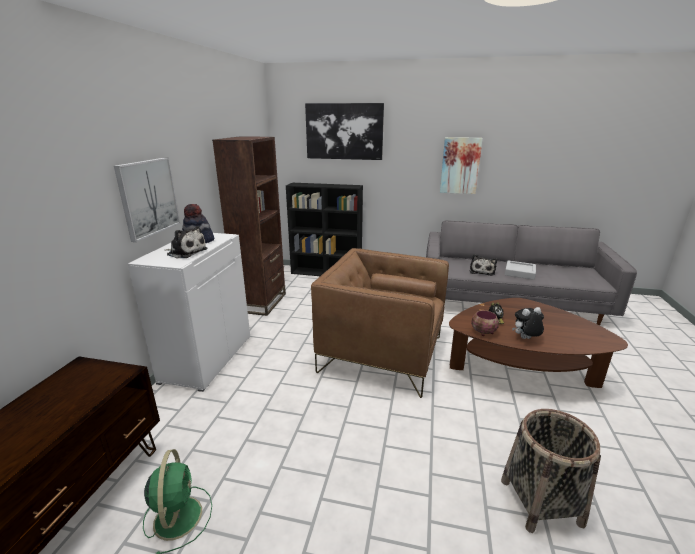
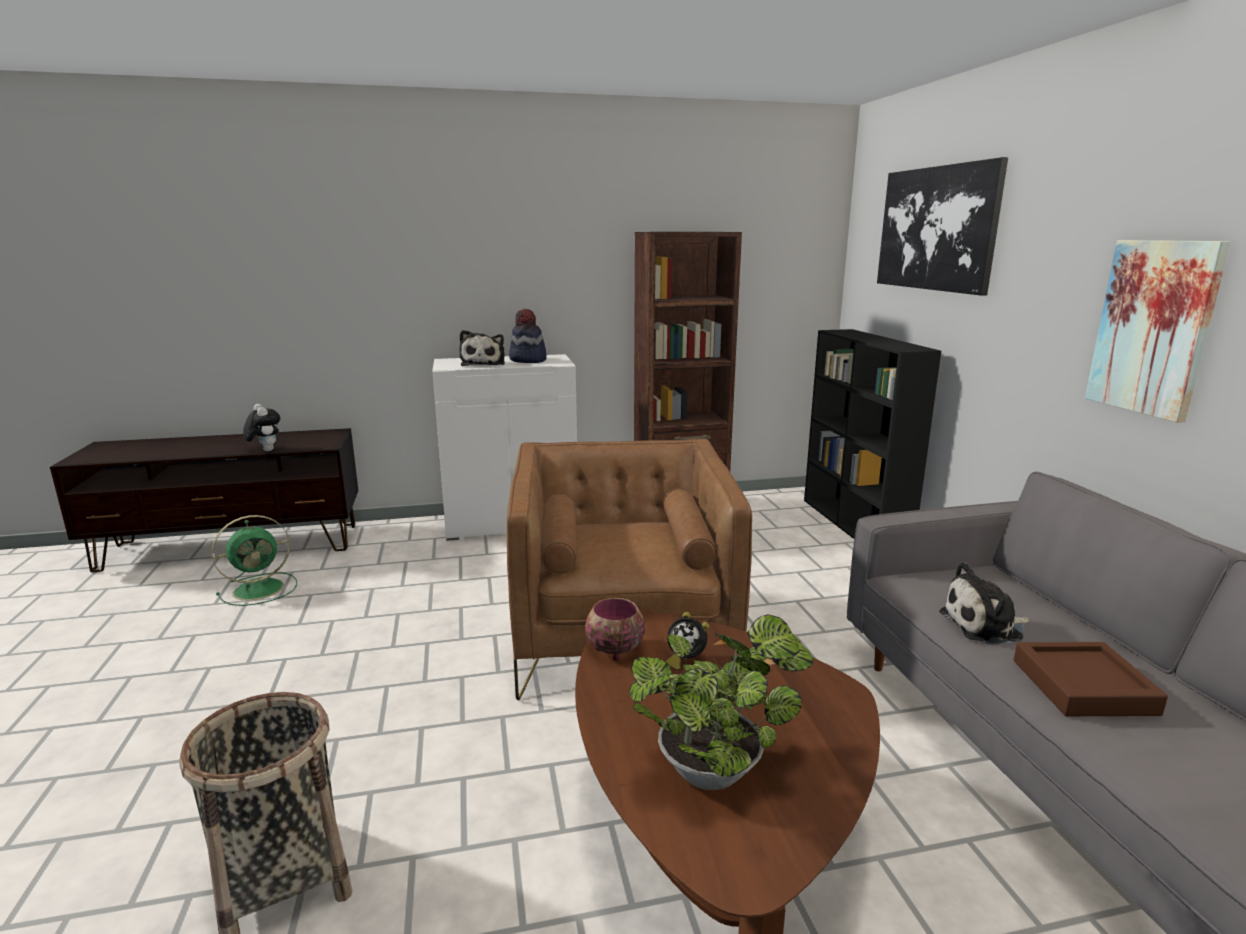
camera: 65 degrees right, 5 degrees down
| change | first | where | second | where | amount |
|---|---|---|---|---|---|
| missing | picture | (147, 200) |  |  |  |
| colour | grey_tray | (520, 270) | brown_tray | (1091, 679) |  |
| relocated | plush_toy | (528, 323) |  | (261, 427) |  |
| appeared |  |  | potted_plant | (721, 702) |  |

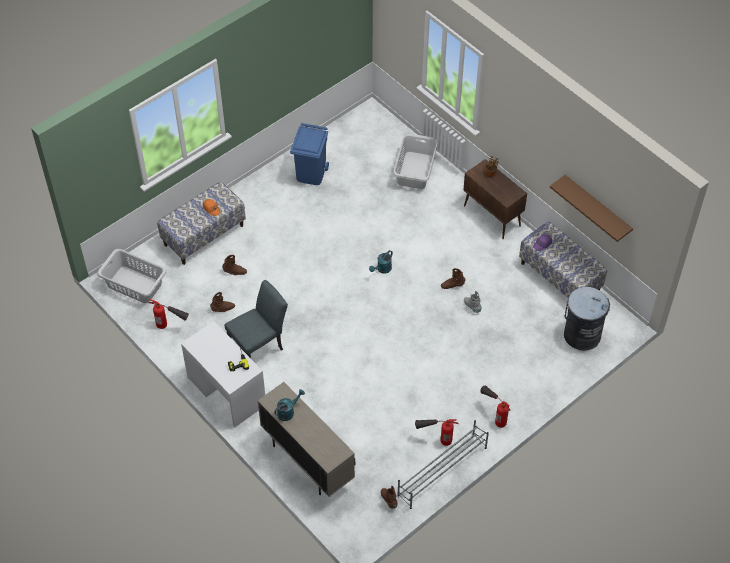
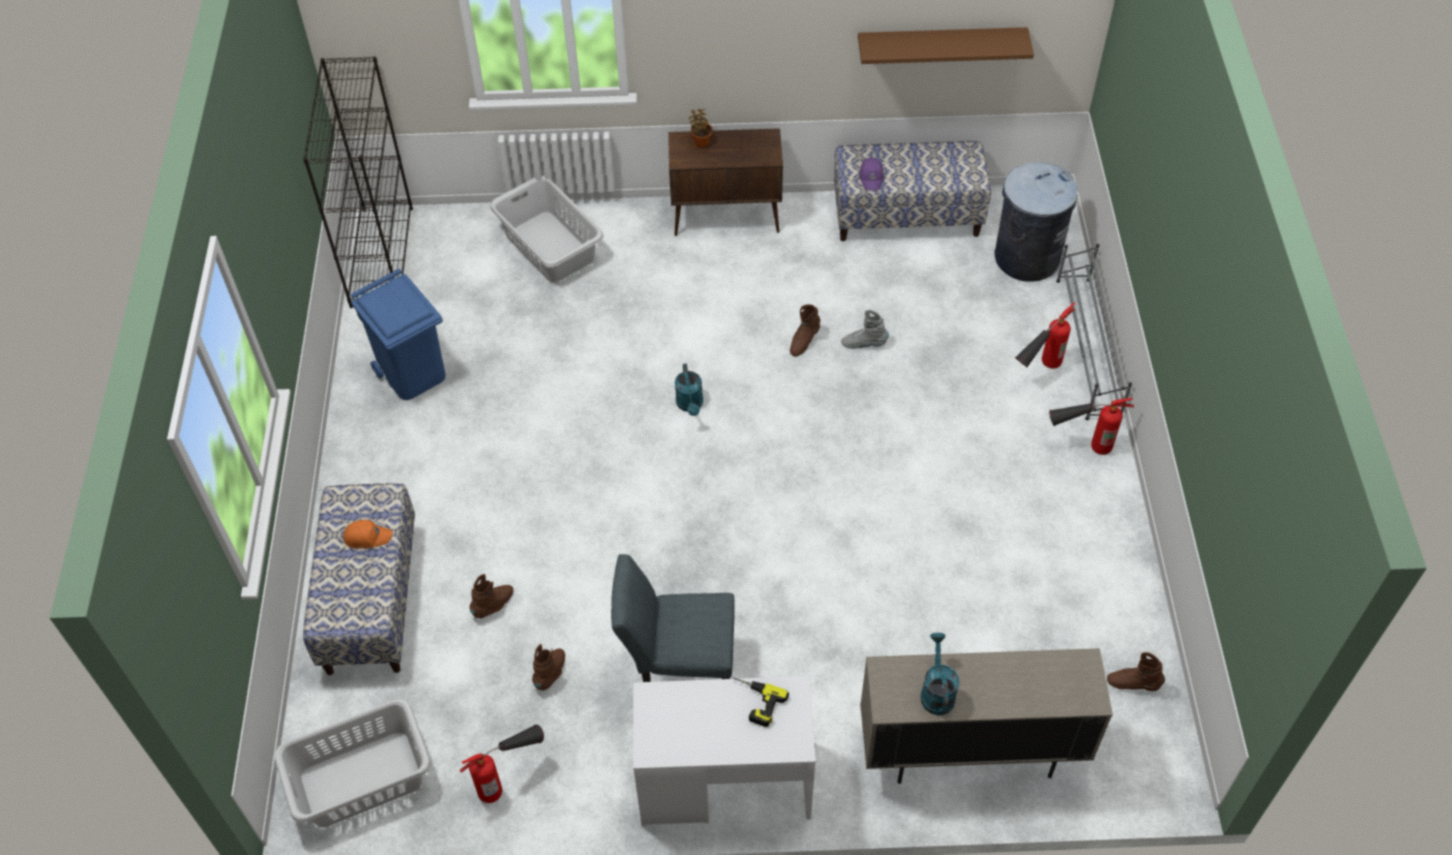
camera: 50 degrees left, 0 degrees up
| change | first | where | second | where | amount |
|---|---|---|---|---|---|
| spun | grey_chair | (256, 319) |  | (673, 618) | 90 degrees counterclockwise |
| relocated | fire_extinguisher | (436, 432) |  | (1045, 335) |  |
| relocated | grey_shoe_rack | (443, 464) |  | (1094, 332) |  |
| appeared |  |  | black_bookcase | (358, 182) |  |

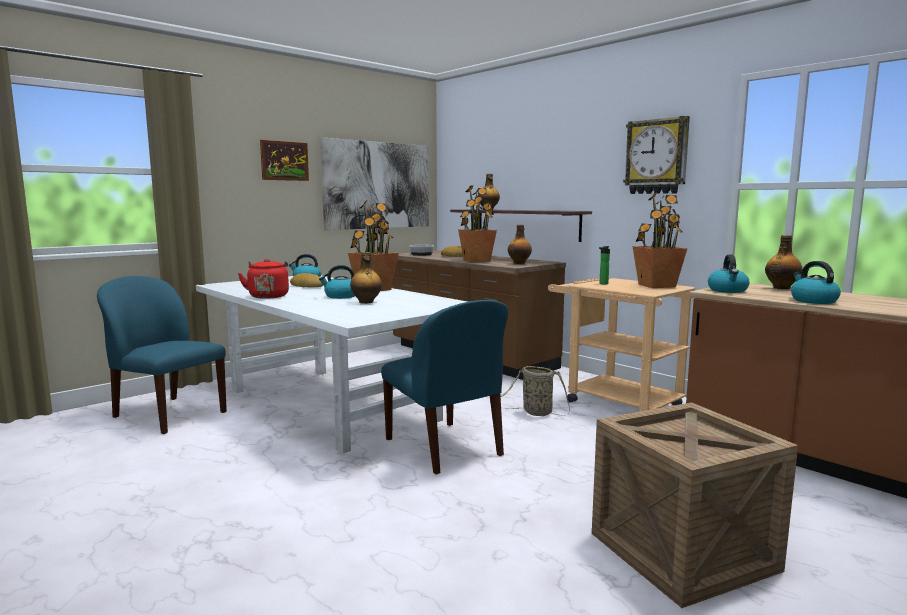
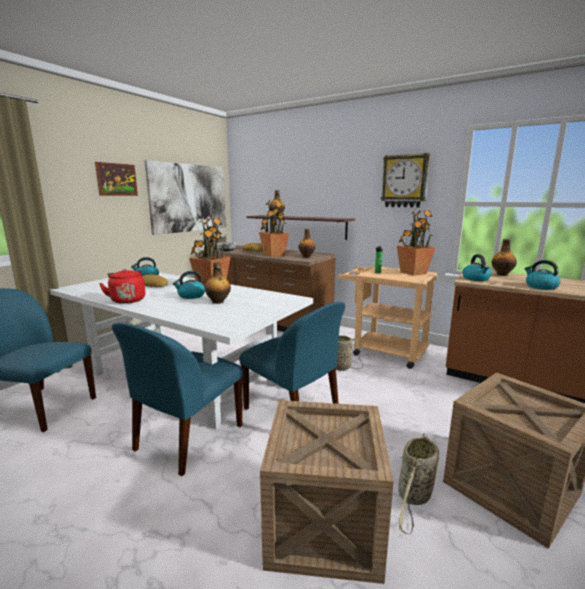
camera: 15 degrees left, 5 degrees up
| change | first | where | second | where | amount |
|---|---|---|---|---|---|
| appeared |  |  | blue_chair | (177, 399) |  |
| appeared |  |  | crate | (327, 492) |  |
| appeared |  |  | basket | (418, 483) |  |

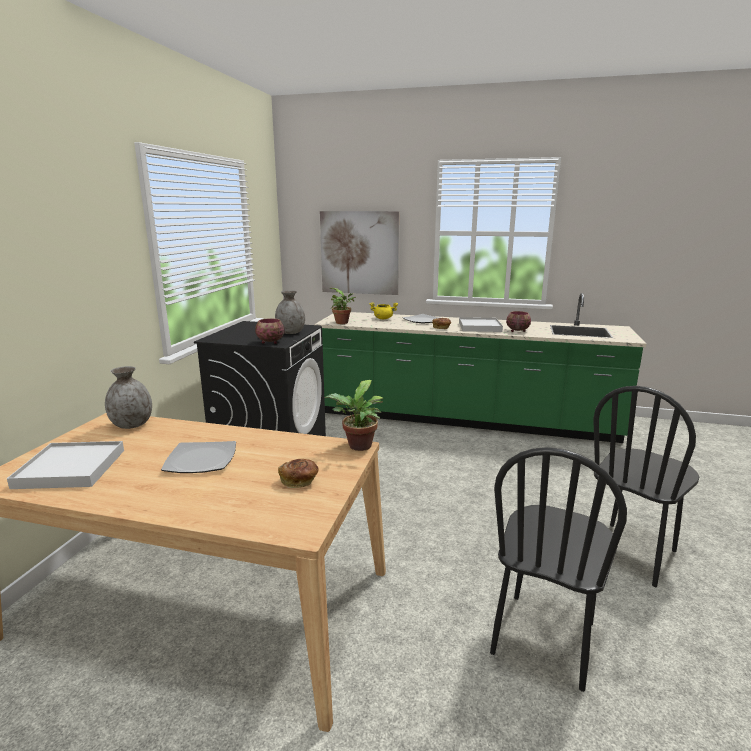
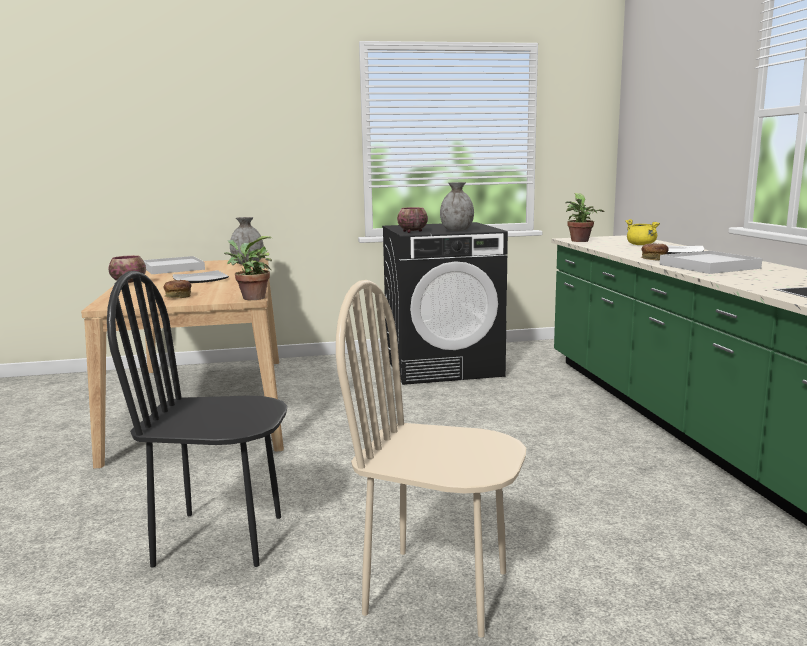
camera: 65 degrees right, 5 degrees down
| change | first | where | second | where | amount |
|---|---|---|---|---|---|
| missing | picture | (359, 253) |  |  |  |
| relocated | bowl | (518, 321) |  | (127, 269) |  |
| colour | black_chair | (646, 486) | beige_chair | (431, 459) |  |

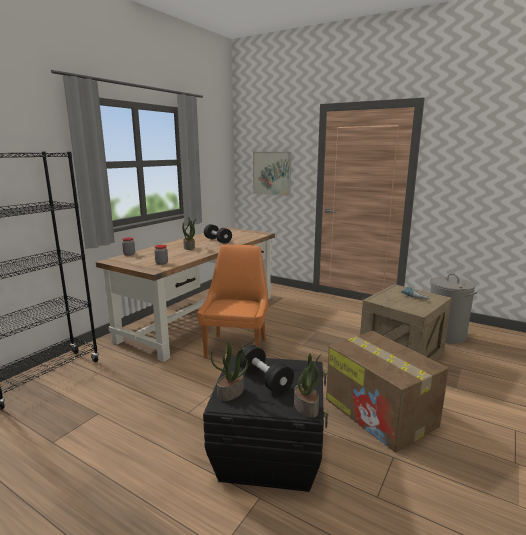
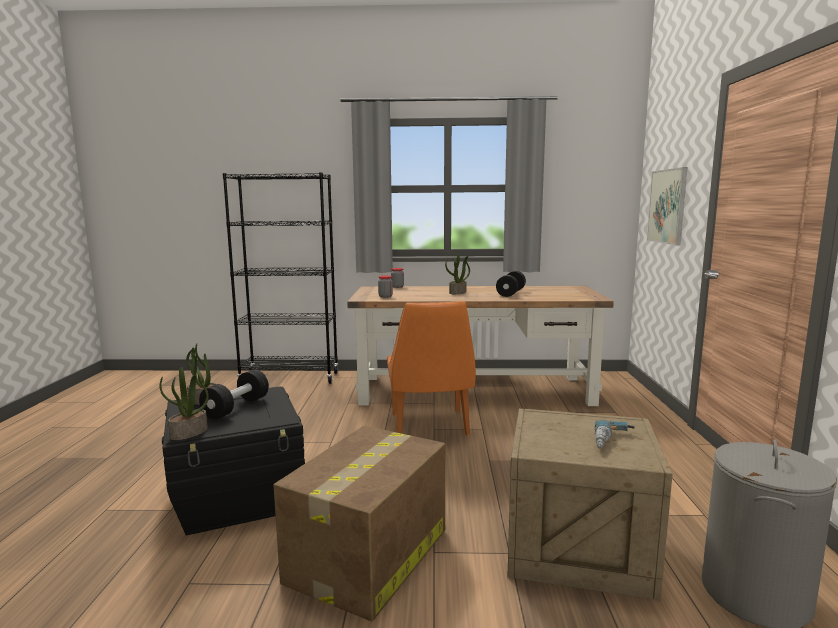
camera: 60 degrees right, 5 degrees down
| change | first | where | second | where | amount |
|---|---|---|---|---|---|
| spun | orange_chair | (232, 301) |  | (431, 368) | 105 degrees clockwise |

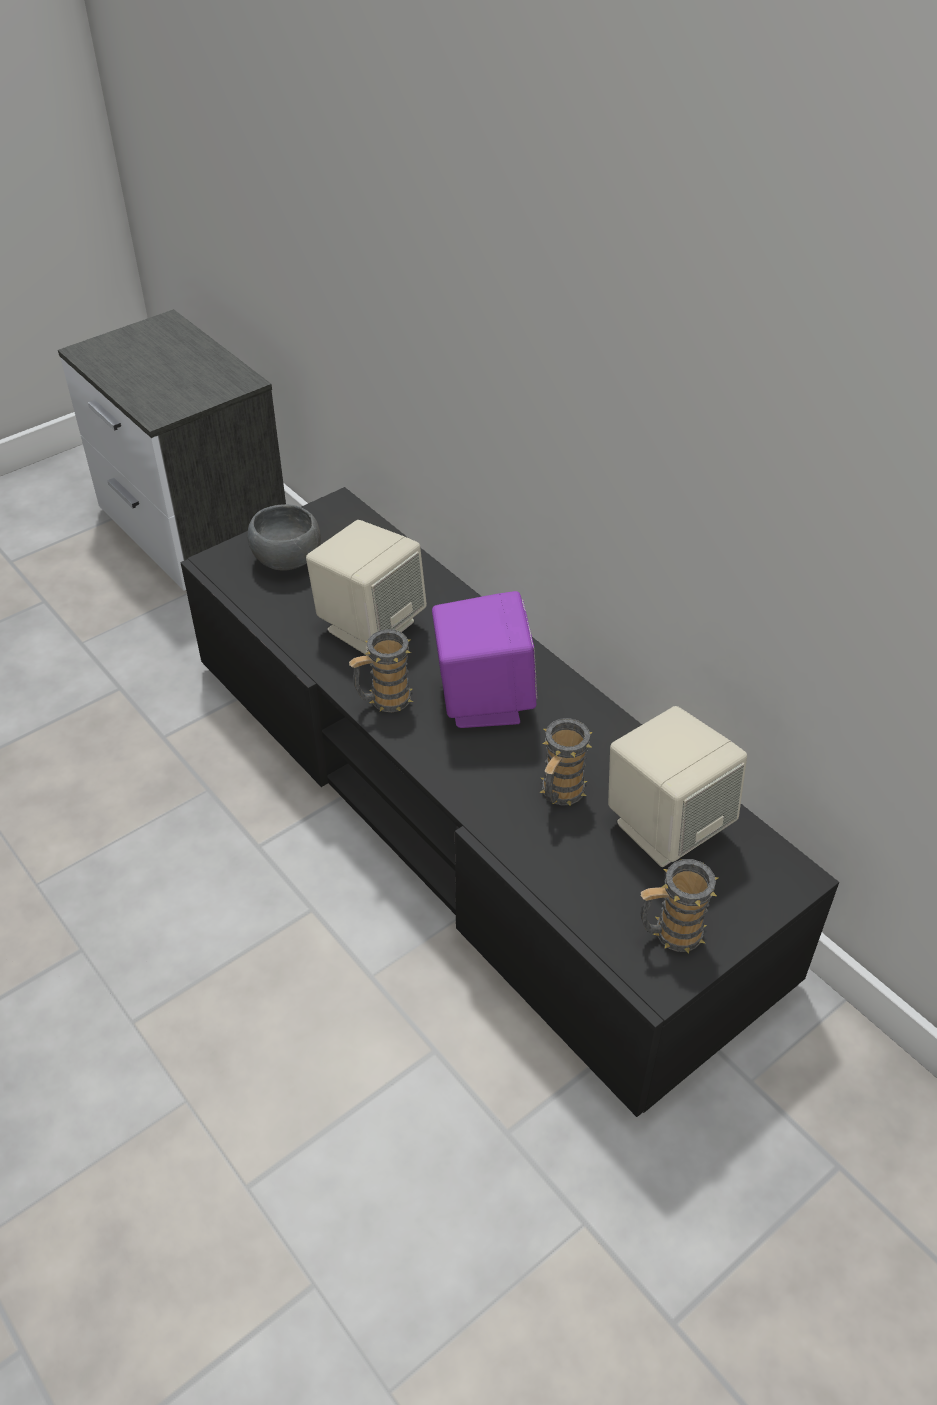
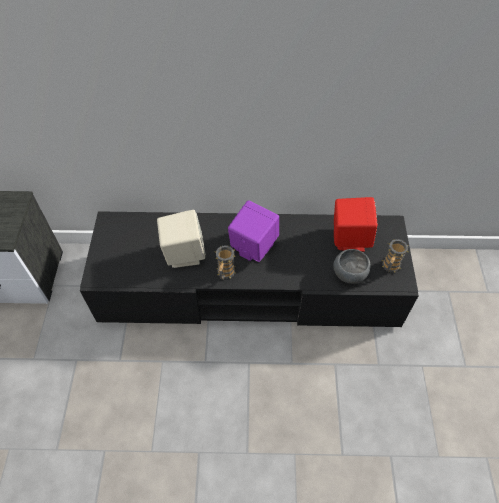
camera: 50 degrees left, 10 degrees up
| change | first | where | second | where | amount |
|---|---|---|---|---|---|
| relocated | grey_bowl | (284, 537) |  | (351, 266) |  |
| colour | beige_speaker | (677, 786) | red_speaker | (356, 224) |  |
| missing | mug | (566, 762) |  |  |  |

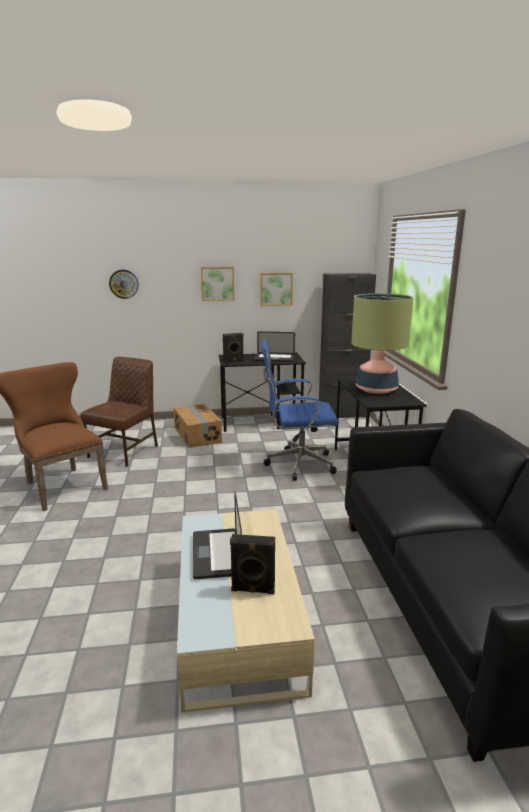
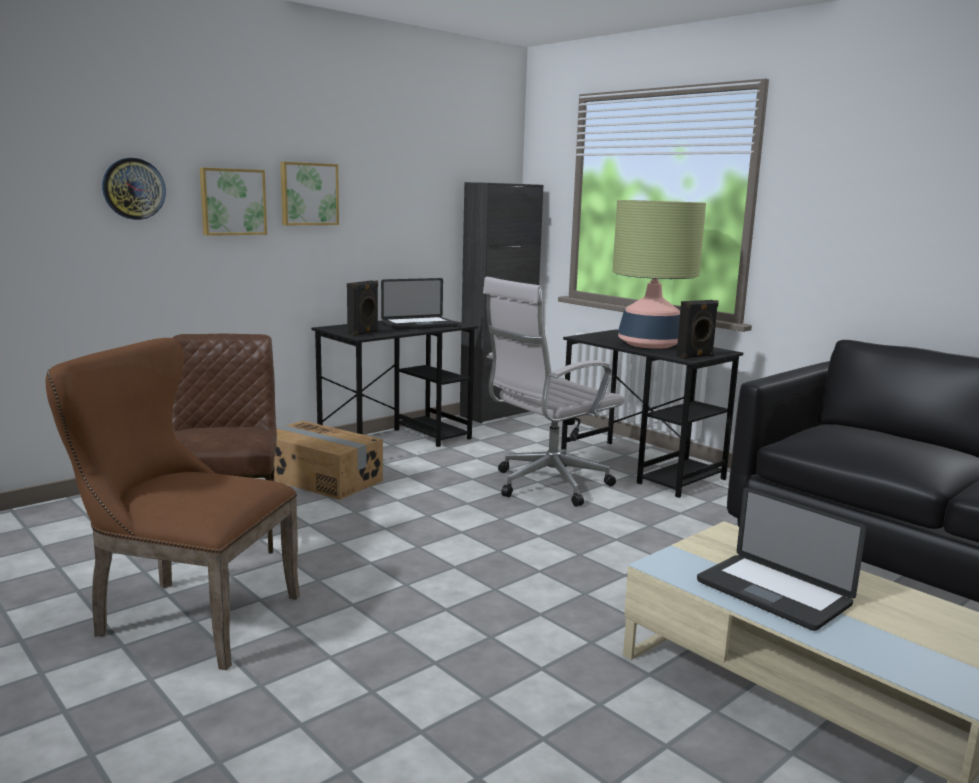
camera: 35 degrees left, 5 degrees down
| change | first | where | second | where | amount |
|---|---|---|---|---|---|
| relocated | picture | (276, 289) |  | (233, 202) |  |
| colour | blue_office_chair | (300, 410) | white_office_chair | (553, 392) |  |
| relocated | black_speaker | (252, 564) |  | (697, 329) |  |

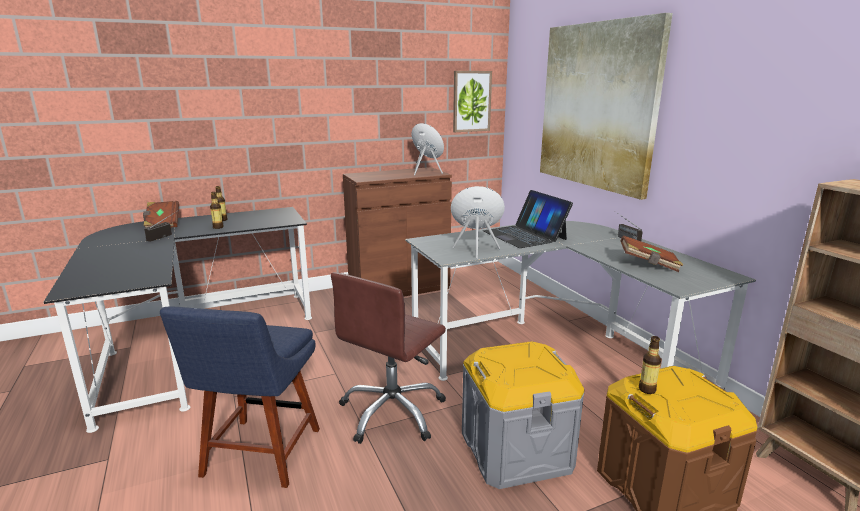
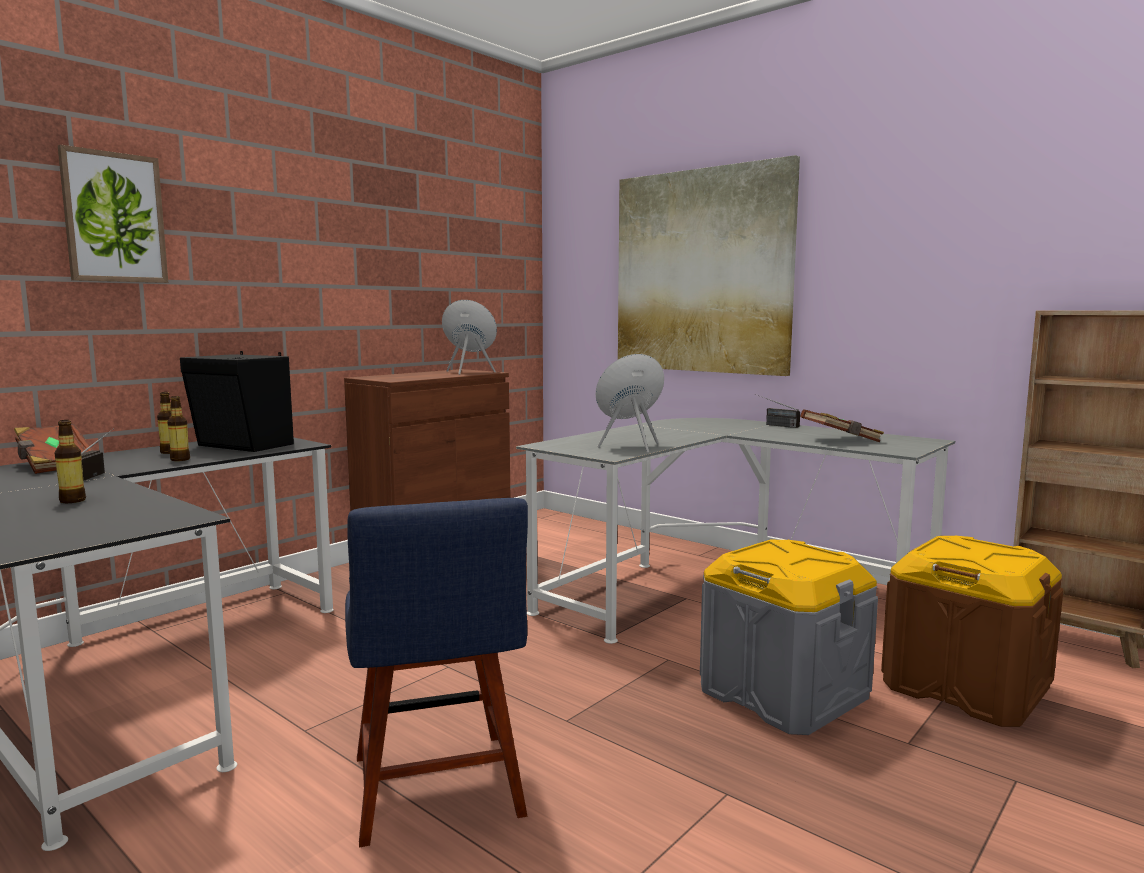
camera: 25 degrees left, 10 degrees down
| change | first | where | second | where | amount |
|---|---|---|---|---|---|
| relocated | picture | (472, 101) |  | (113, 214) |  |
| missing | laptop | (528, 219) |  |  |  |
| missing | brown_office_chair | (388, 358) |  |  |  |
| relocated | bottle | (650, 365) |  | (70, 461) |  |
| appeared |  |  | black_speaker | (237, 401) |  |

